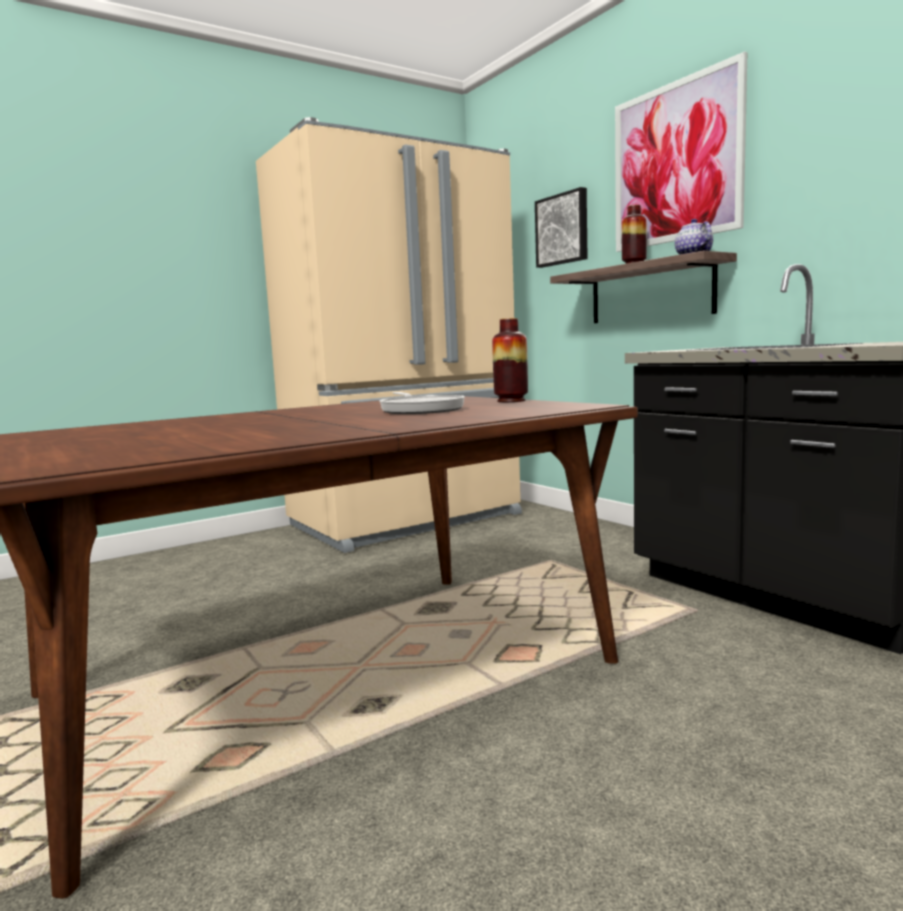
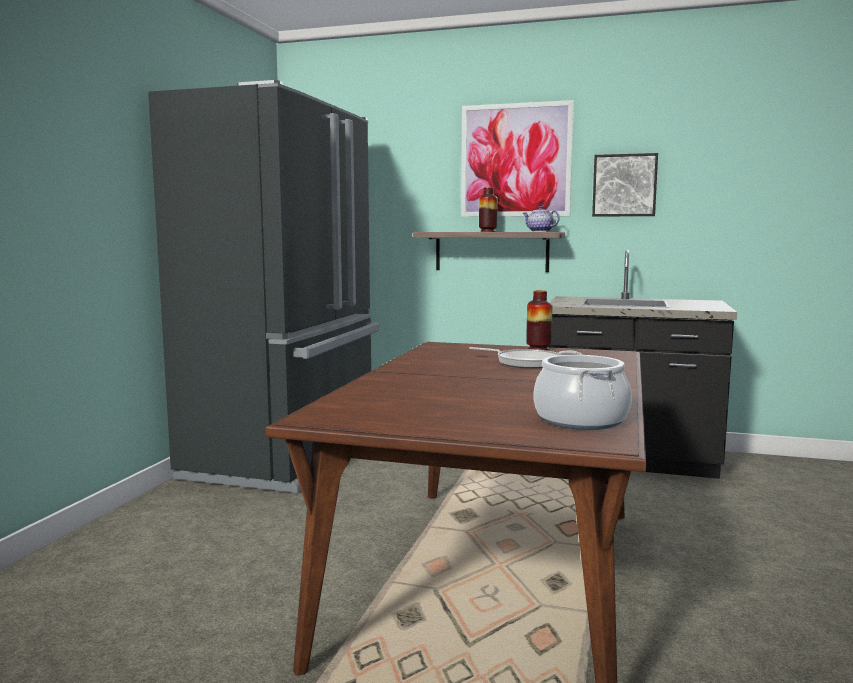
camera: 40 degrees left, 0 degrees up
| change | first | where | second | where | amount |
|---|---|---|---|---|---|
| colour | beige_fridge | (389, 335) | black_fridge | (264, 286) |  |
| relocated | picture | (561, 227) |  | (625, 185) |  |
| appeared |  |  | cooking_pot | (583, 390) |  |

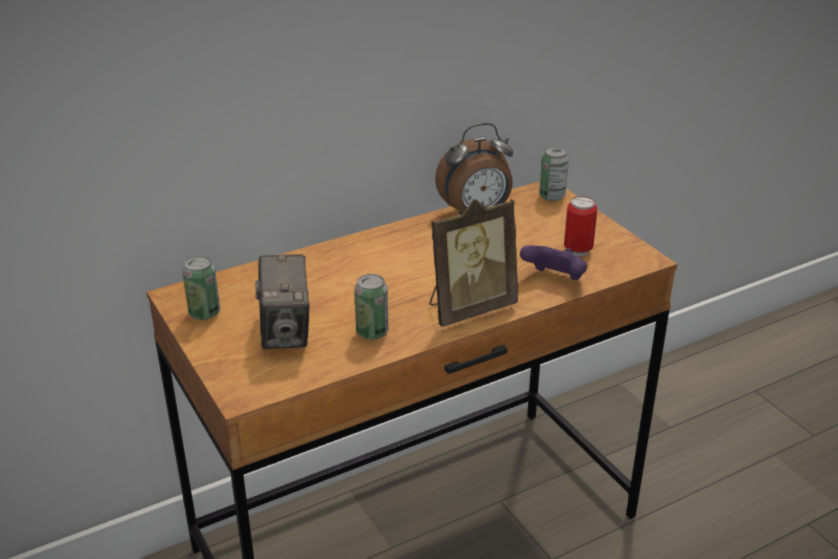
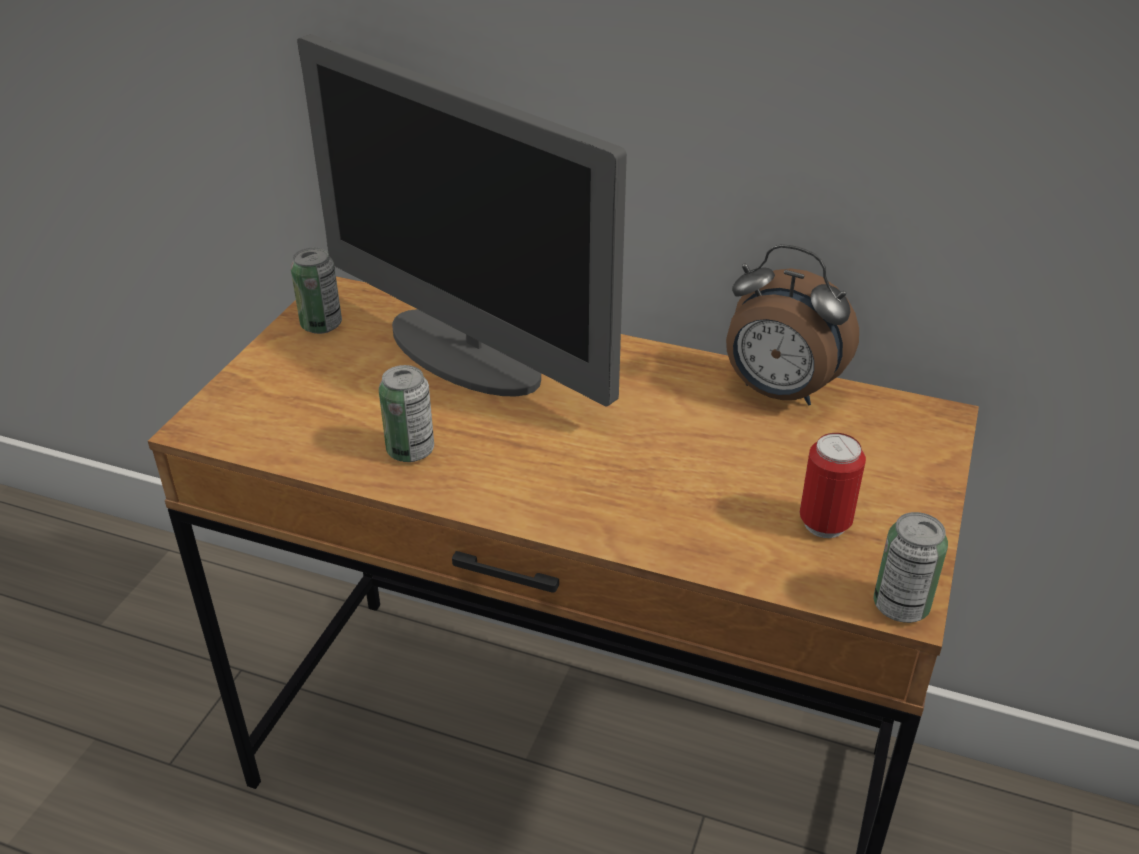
camera: 50 degrees right, 5 degrees up
| change | first | where | second | where | amount |
|---|---|---|---|---|---|
| relocated | can | (554, 174) |  | (911, 567) |  |
| missing | picture_frame | (474, 263) |  |  |  |
| missing | purple_game_controller | (553, 262) |  |  |  |
| missing | photo_camera | (282, 302) |  |  |  |
| appeared |  |  | monitor | (462, 220) |  |

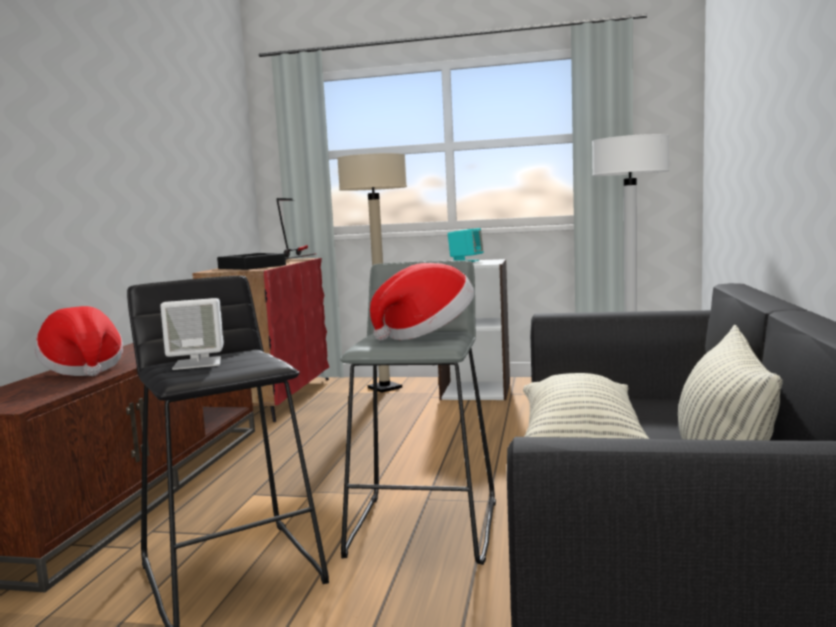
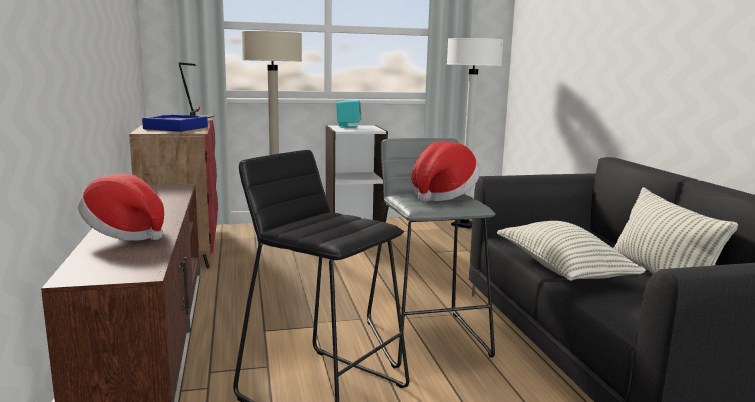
camera: 25 degrees left, 5 degrees up
| change | first | where | second | where | amount |
|---|---|---|---|---|---|
| colour | black_tray | (251, 261) | blue_tray | (175, 123) |  |
| missing | white_speaker | (192, 334) |  |  |  |

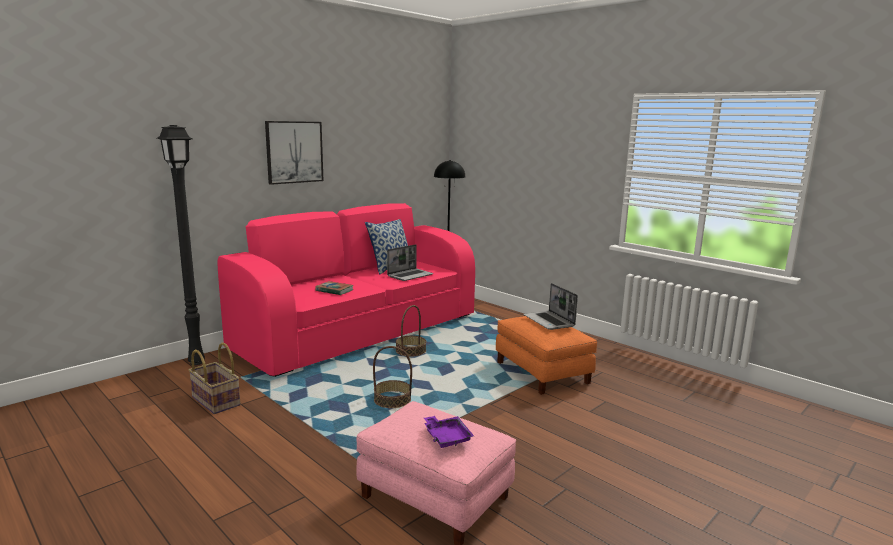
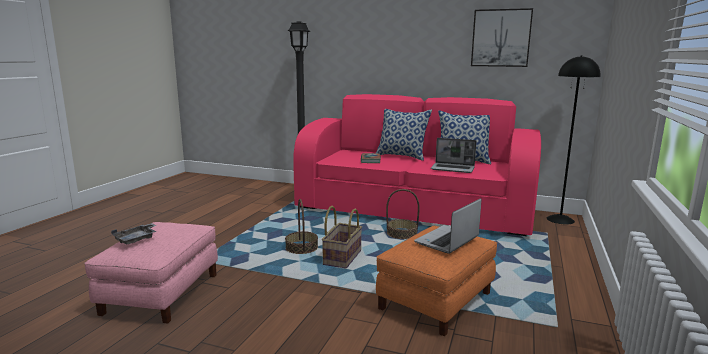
camera: 65 degrees right, 0 degrees up
| change | first | where | second | where | amount |
|---|---|---|---|---|---|
| relocated | picture | (294, 153) |  | (502, 37) |  |
| relocated | basket | (215, 378) |  | (342, 237) |  |
| colour | purple_tray | (449, 432) | grey_tray | (134, 233) |  |
| appeared |  |  | pillow | (404, 135) |  |

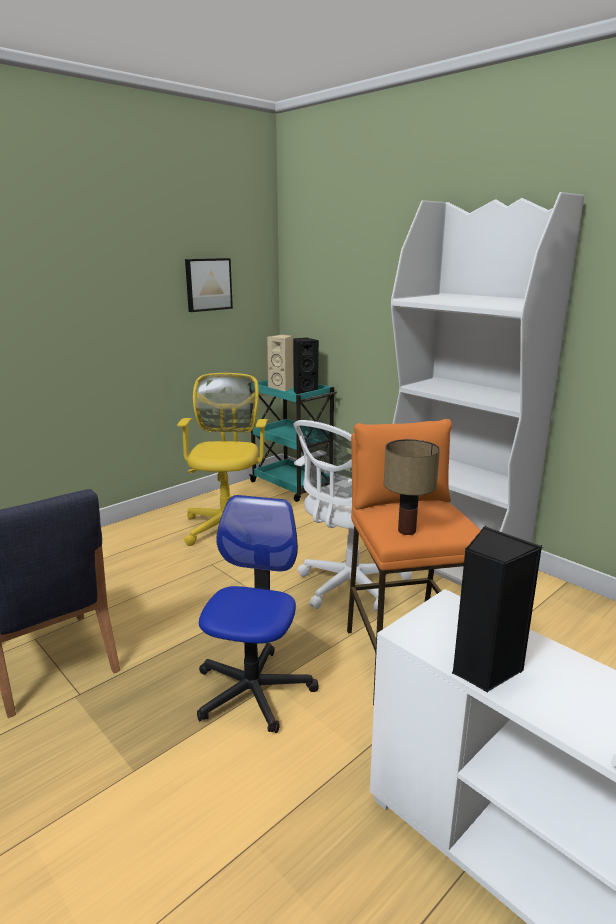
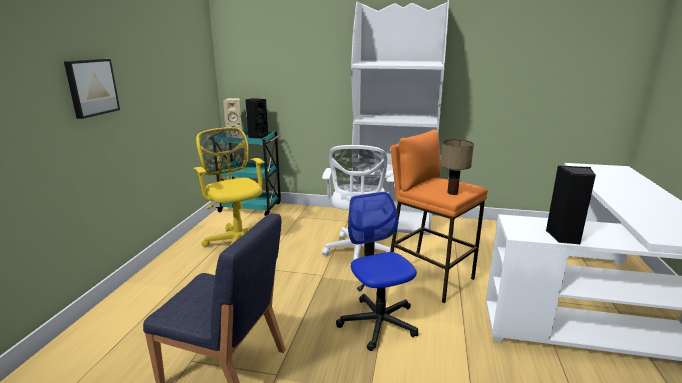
camera: 35 degrees left, 0 degrees up
| change | first | where | second | where | amount |
|---|---|---|---|---|---|
| relocated | picture | (209, 285) |  | (92, 89) |  |

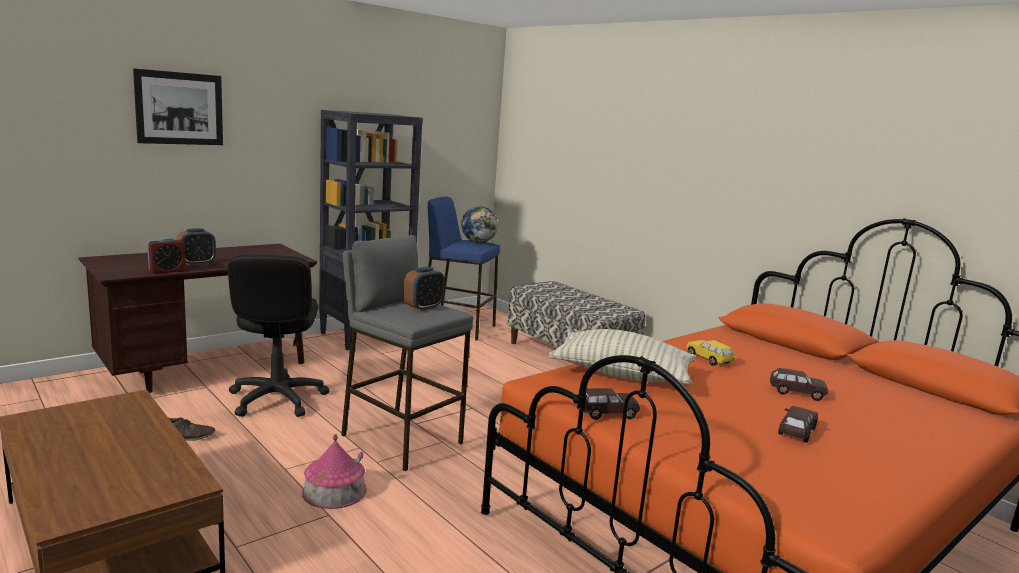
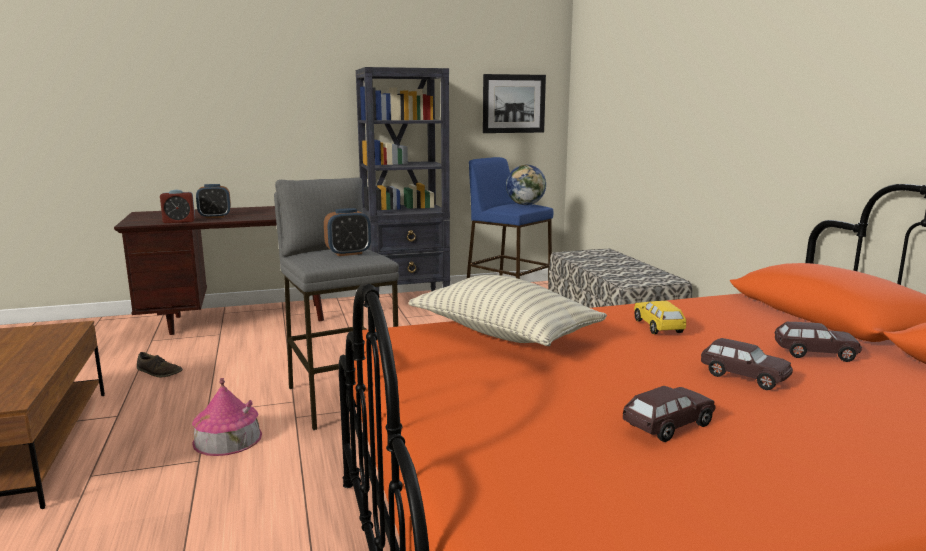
camera: 25 degrees right, 0 degrees up
| change | first | where | second | where | amount |
|---|---|---|---|---|---|
| relocated | picture | (178, 106) |  | (514, 103) |  |
| missing | black_office_chair | (278, 335) |  |  |  |
| relocated | brown_toy_car | (611, 404) |  | (818, 342) |  |

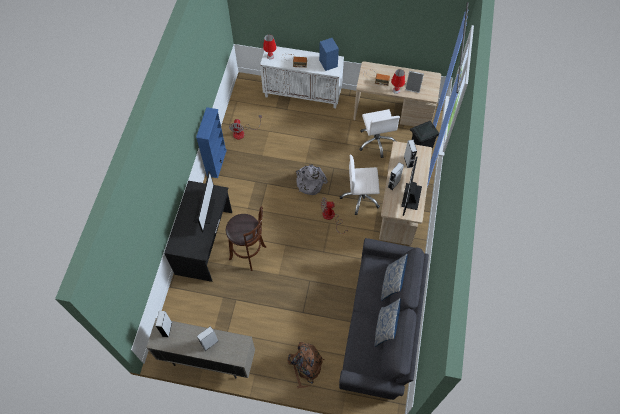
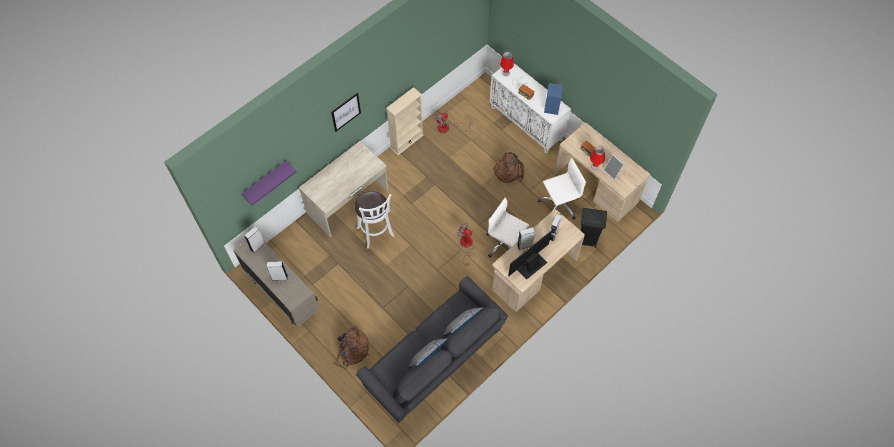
camera: 35 degrees right, 0 degrees up
| change | first | where | second | where | amount |
|---|---|---|---|---|---|
| colour | blue_bookcase | (211, 142) | beige_bookcase | (405, 121) |  |
| spun | white_office_chair | (379, 133) |  | (562, 189) | 135 degrees counterclockwise |
| missing | grey_backpack | (312, 180) |  |  |  |
| missing | monitor | (204, 201) |  |  |  |
| colour | black_desk | (198, 231) | beige_desk | (343, 189) |  |
| colour | brown_stool | (246, 238) | white_stool | (374, 220) |  |
| appeared |  |  | picture | (346, 112) |  |
| appeared |  |  | brown_backpack | (508, 167) |  |
| appeared |  |  | purple_shelf | (269, 183) |  |

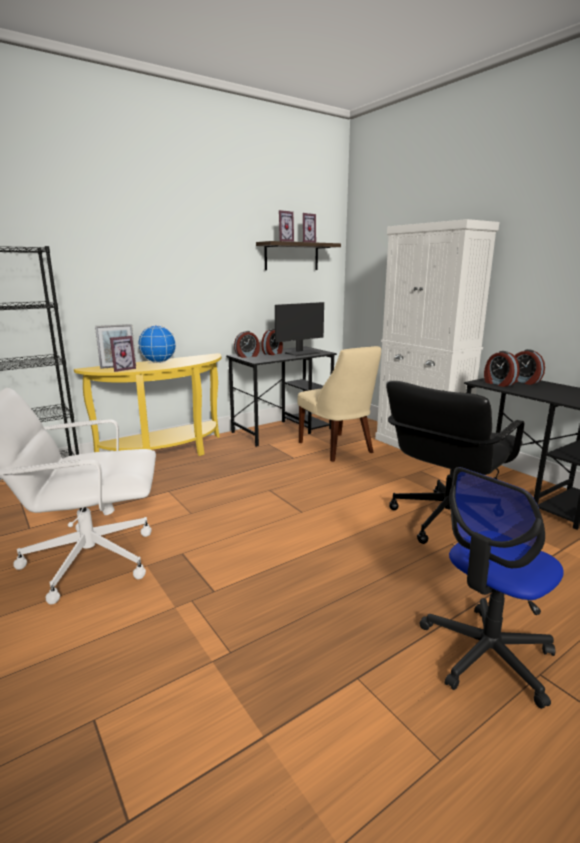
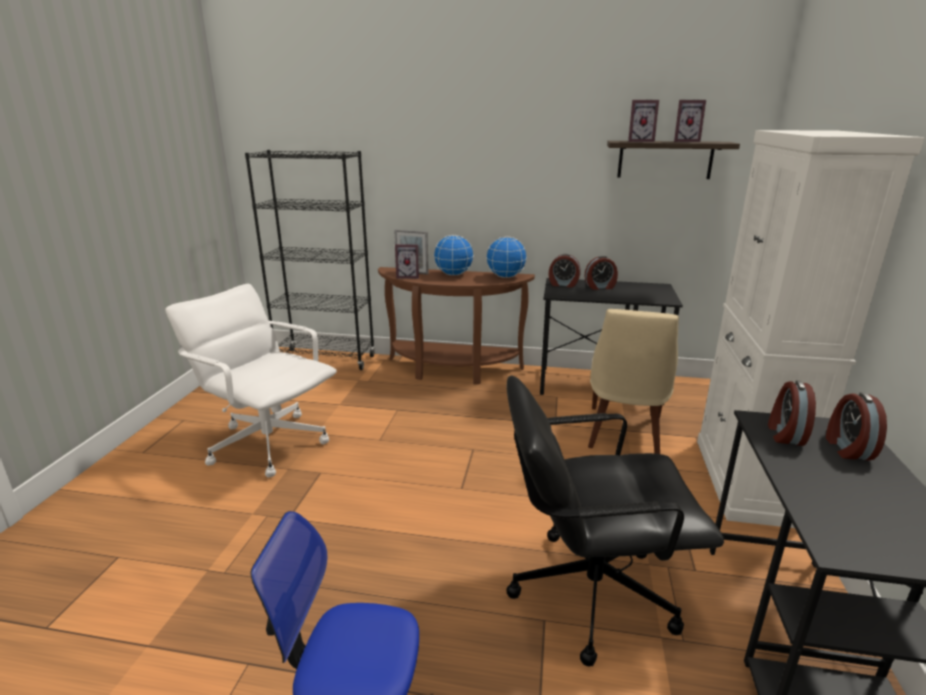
camera: 45 degrees right, 5 degrees up
| change | first | where | second | where | amount |
|---|---|---|---|---|---|
| missing | monitor | (299, 329) |  |  |  |
| colour | yellow_console_table | (147, 404) | brown_console_table | (456, 325) |  |
| appeared |  |  | globe | (506, 257) |  |

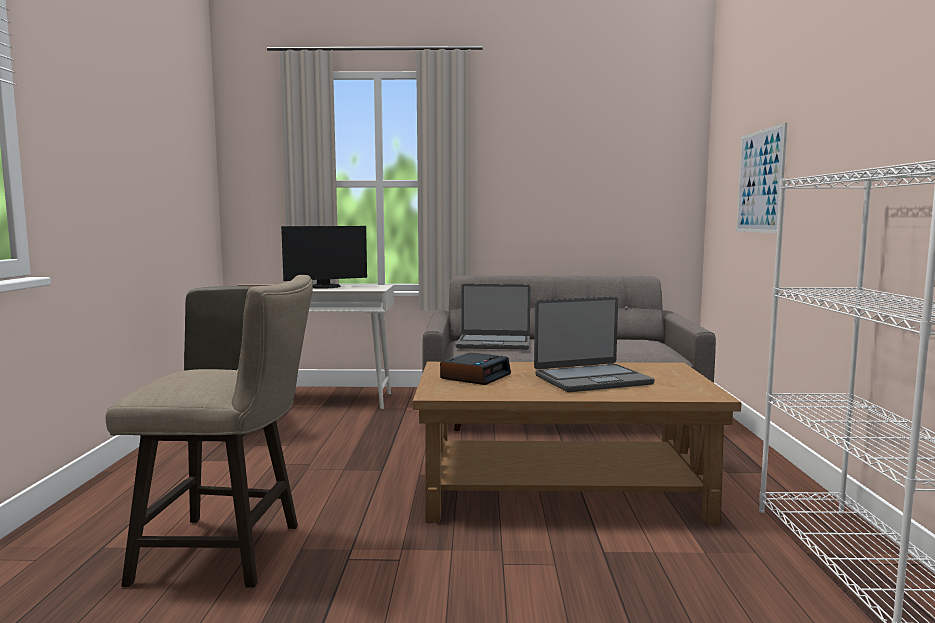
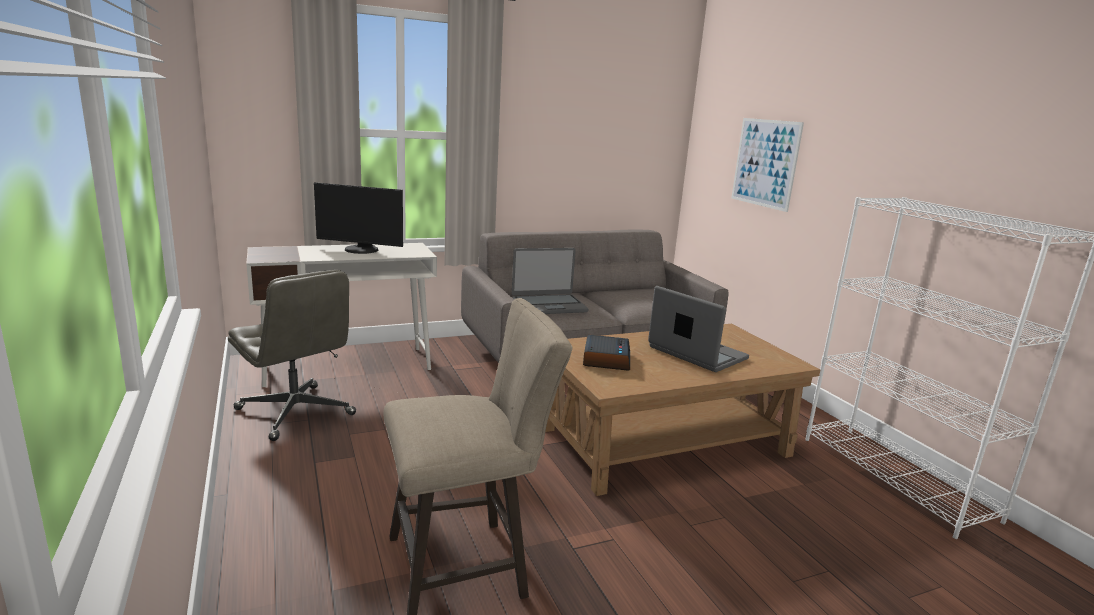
camera: 25 degrees left, 10 degrees up
| change | first | where | second | where | amount |
|---|---|---|---|---|---|
| spun | monitor | (324, 257) |  | (358, 218) | 60 degrees clockwise |
| spun | laptop | (594, 344) |  | (698, 329) | 90 degrees counterclockwise |

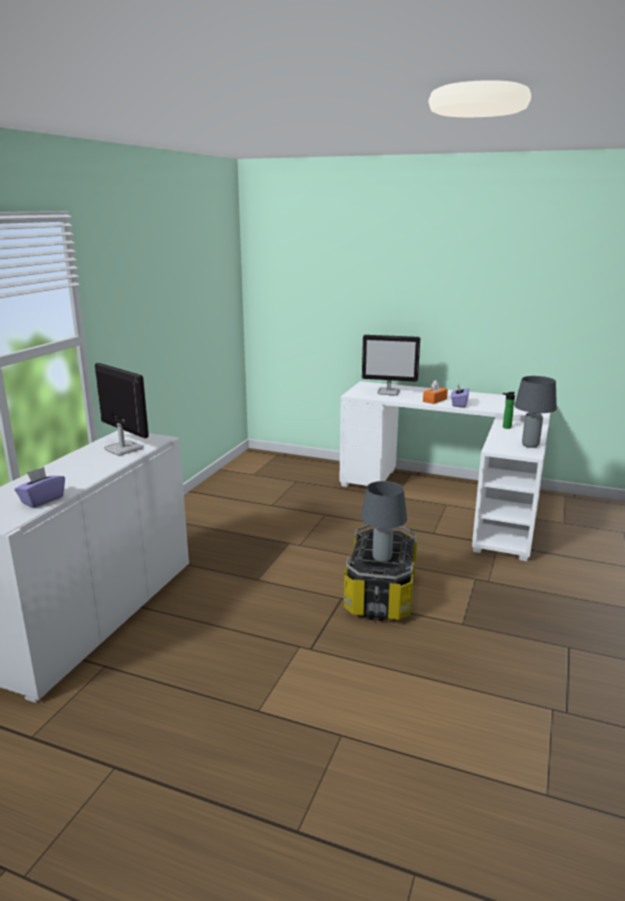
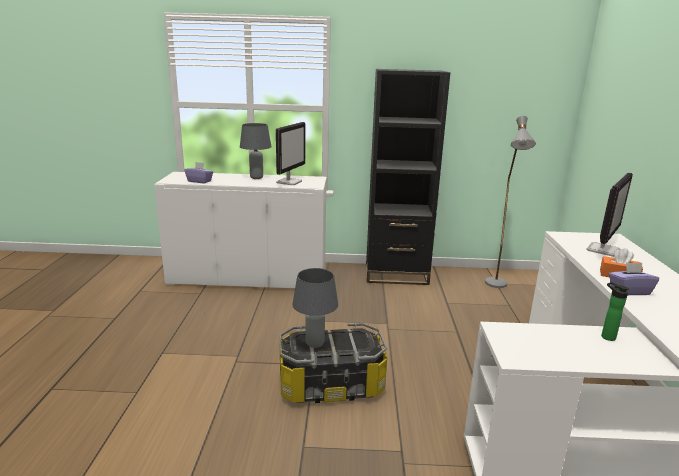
camera: 70 degrees right, 0 degrees up
| change | first | where | second | where | amount |
|---|---|---|---|---|---|
| spun | monitor | (391, 365) |  | (609, 214) | 135 degrees counterclockwise |
| relocated | grey_table_lamp | (535, 412) |  | (255, 151) |  |
| appeared |  |  | black_bookcase | (408, 177) |  |
| appeared |  |  | grey_floor_lamp | (510, 202) |  |

